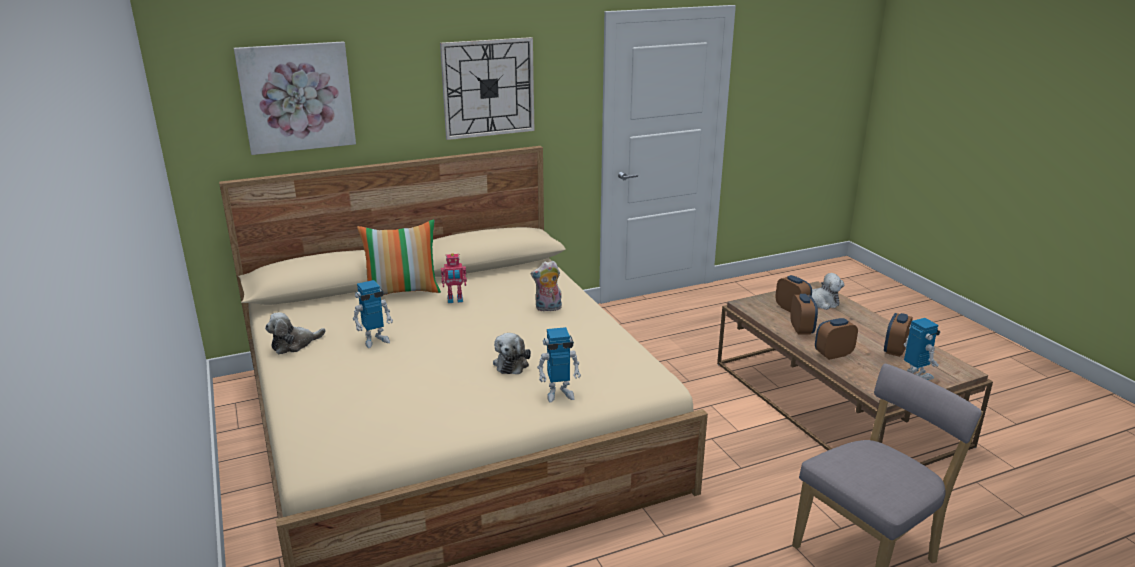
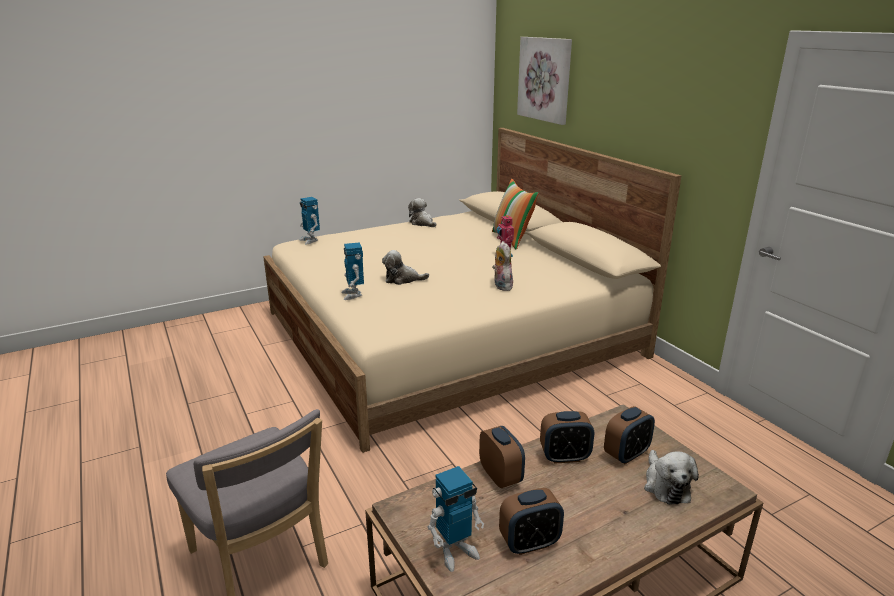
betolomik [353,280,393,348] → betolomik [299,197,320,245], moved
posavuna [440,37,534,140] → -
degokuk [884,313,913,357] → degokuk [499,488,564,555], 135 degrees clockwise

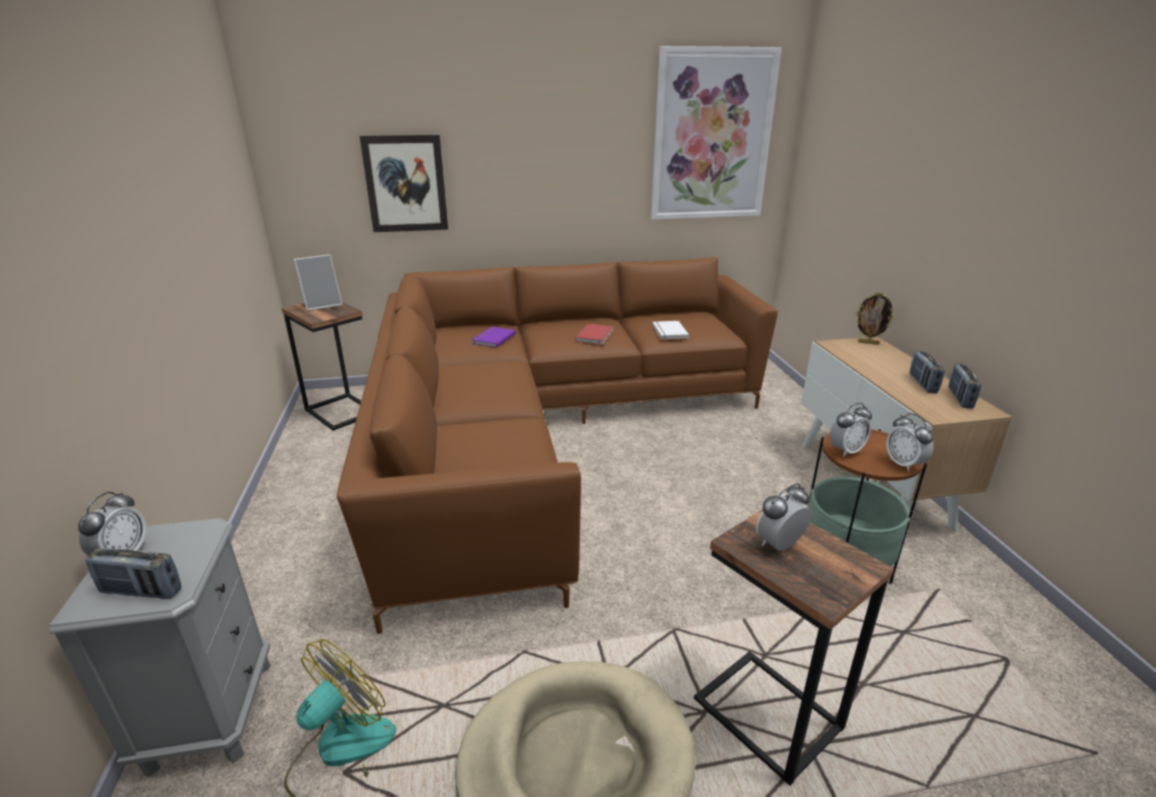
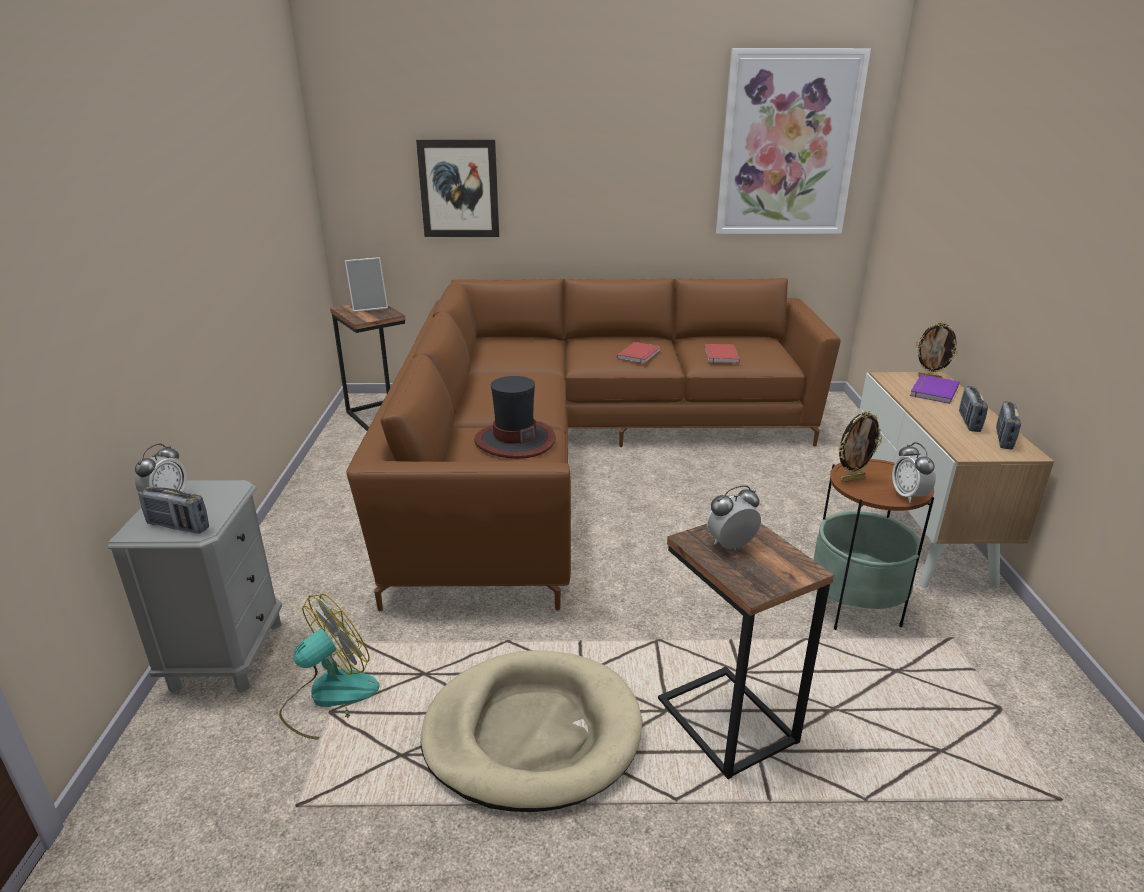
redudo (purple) [471,326,516,348] → redudo (purple) [910,374,959,404], moved
redudo (white) [652,321,689,339] → redudo (red) [705,344,740,363]
degokuk [830,403,872,457] → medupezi [839,411,882,482]
- → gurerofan [474,376,555,459]

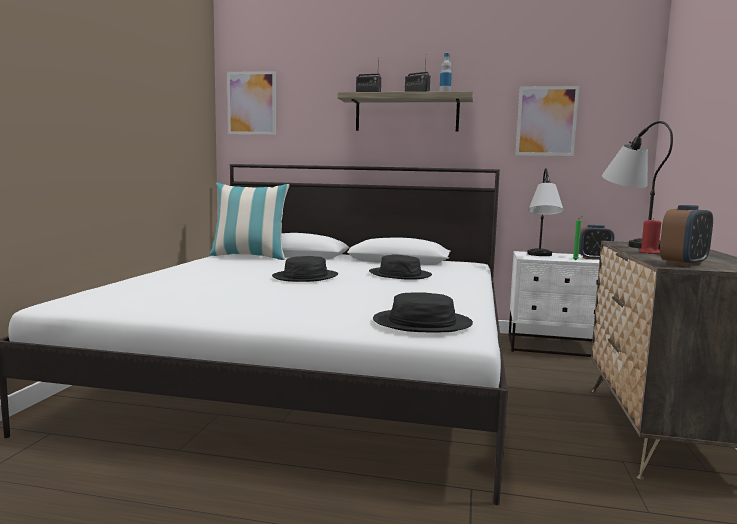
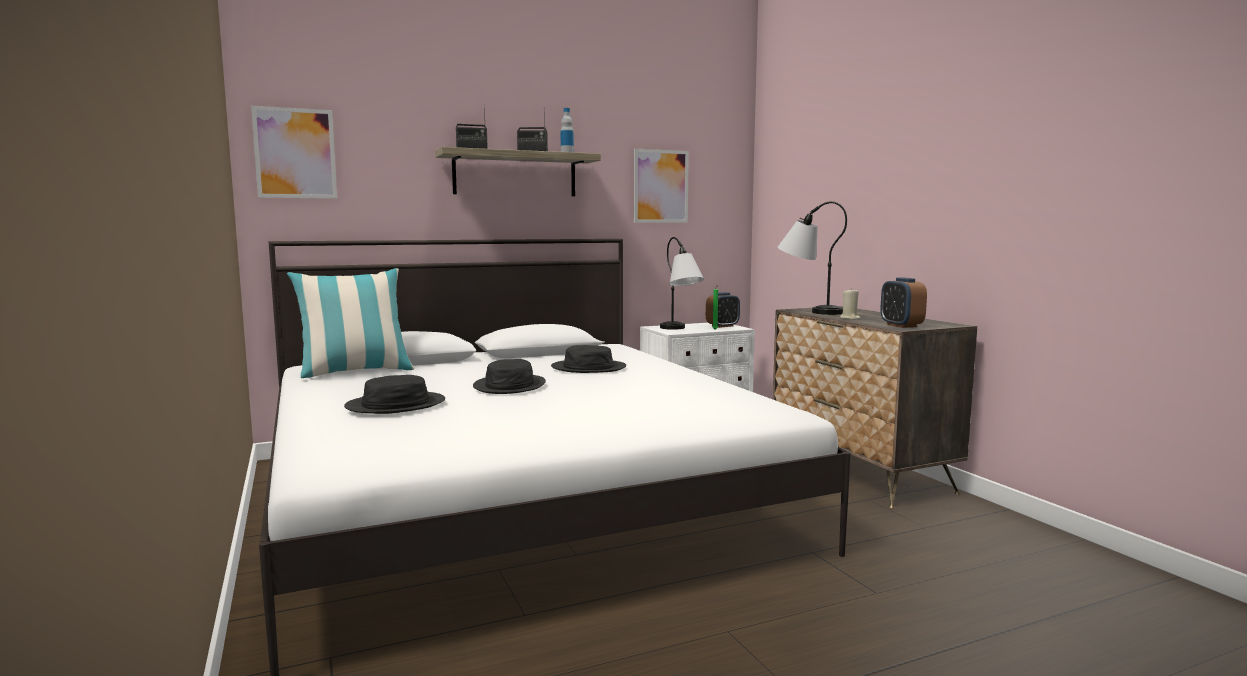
gurerofan (black) [373,292,473,332] → gurerofan (black) [344,375,445,414], moved
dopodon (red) [639,218,661,254] → dopodon (beige) [840,288,860,319]
degokuk [660,205,713,267] → degokuk [881,277,927,328], 150 degrees clockwise

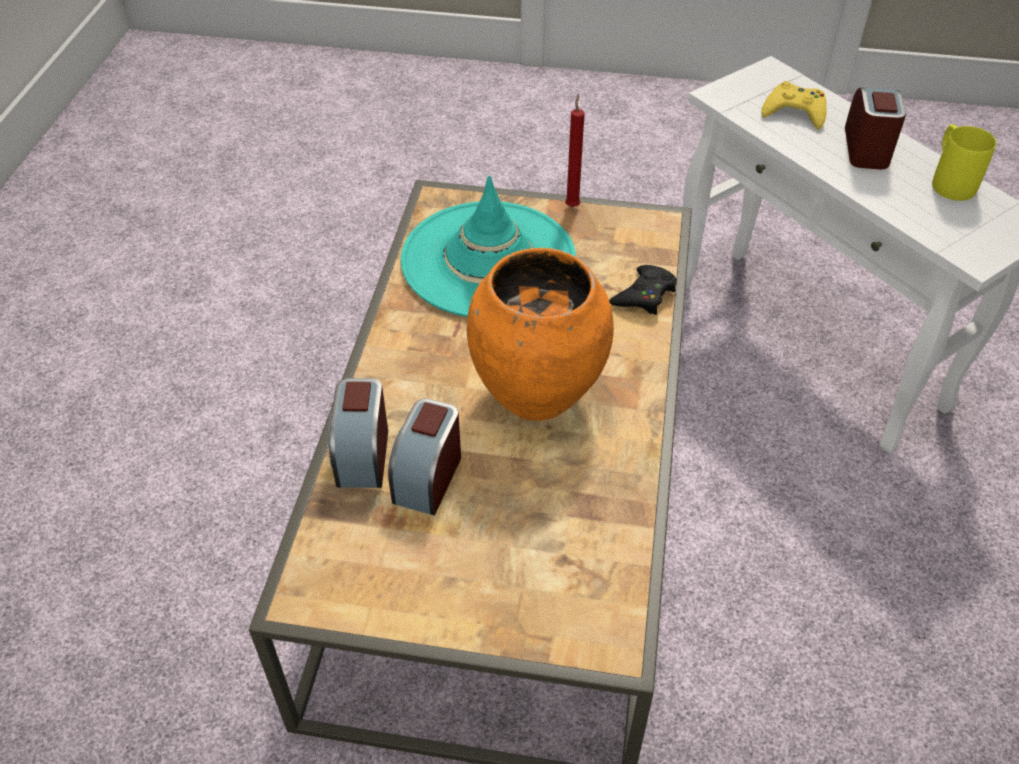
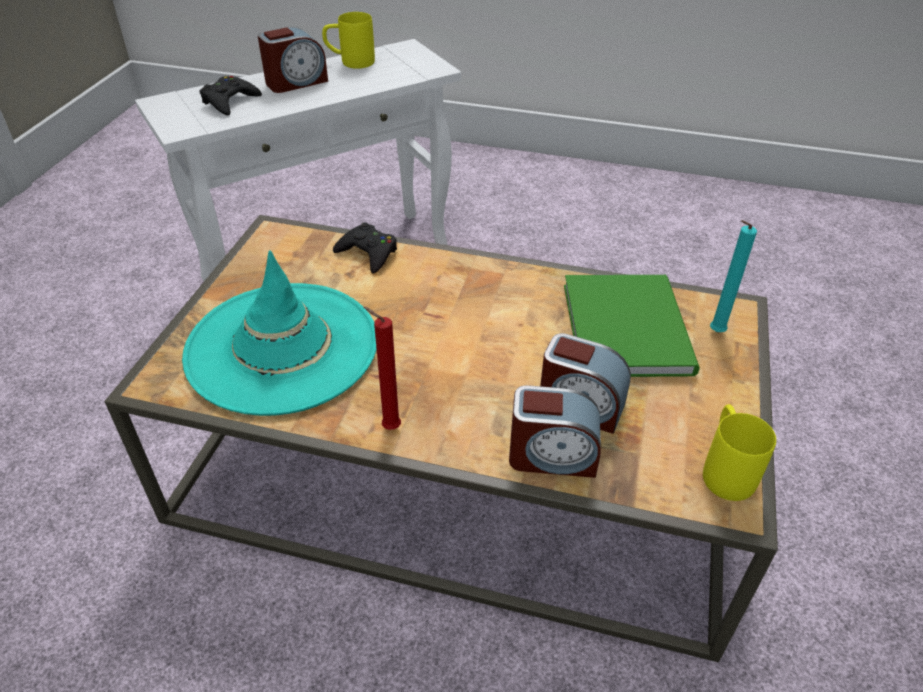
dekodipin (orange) [467,248,614,421] → -
dopodon (red) [565,93,585,207] → dopodon (red) [363,307,401,430], moved
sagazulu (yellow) [761,81,827,130] → sagazulu (black) [199,76,262,115]
degokuk [845,88,906,170] → degokuk [258,27,328,93], 135 degrees clockwise
- → redudo (green) [564,275,700,377]
- → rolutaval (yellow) [703,404,776,501]
- → dopodon (turquoise) [710,220,757,332]

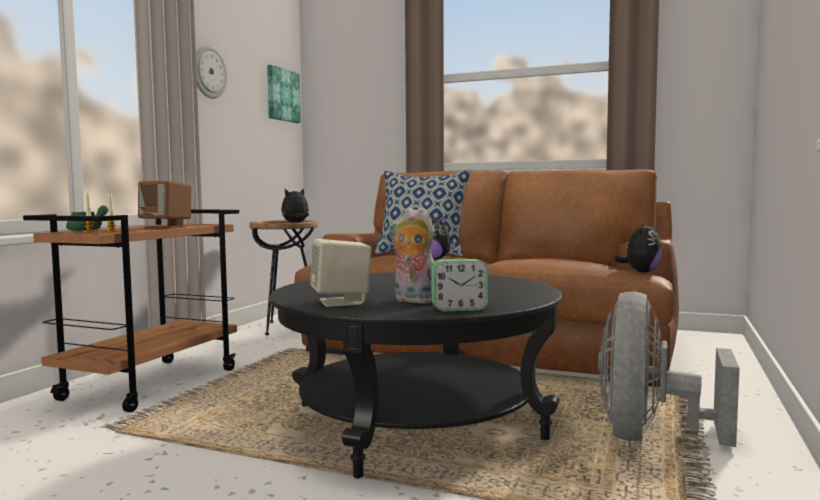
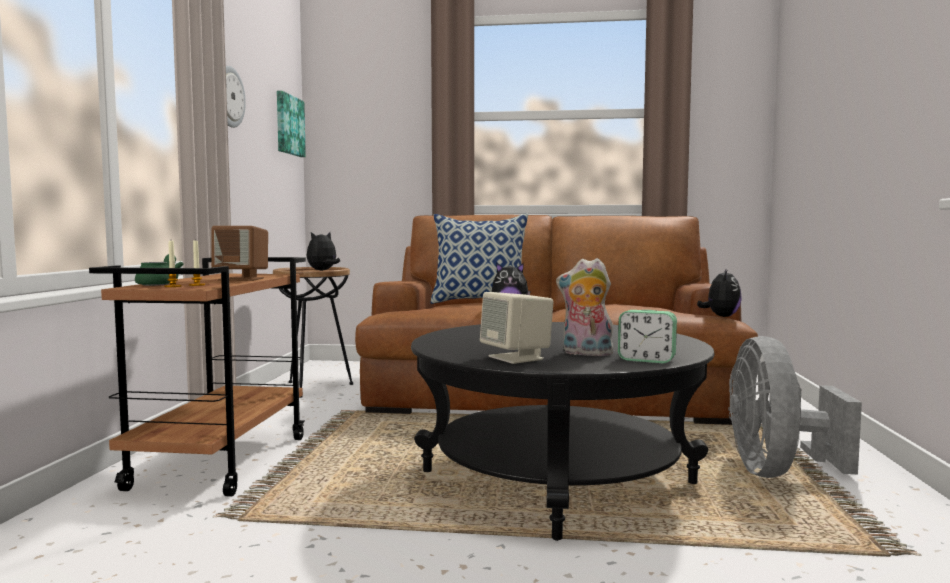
degokuk [431,258,488,311] → degokuk [618,310,677,364], 45 degrees clockwise

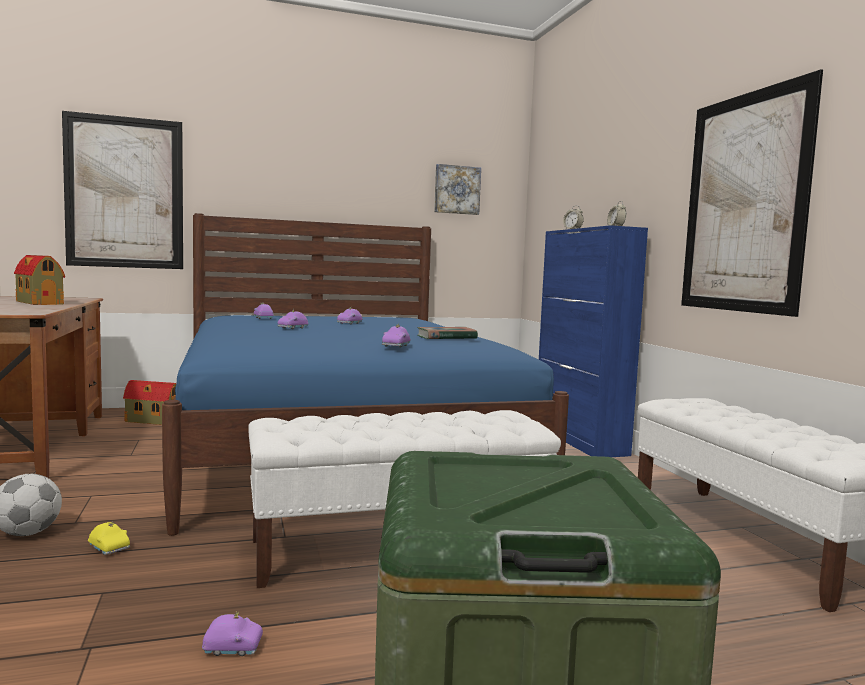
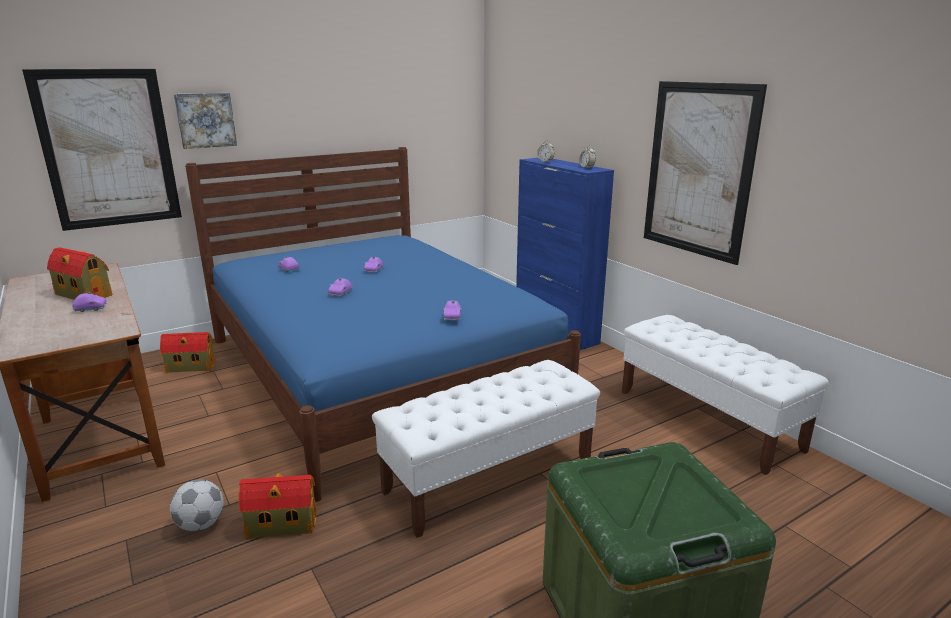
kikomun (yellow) [88,521,130,555] → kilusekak [239,474,316,538]
kikomun (purple) [202,611,263,656] → kikomun (purple) [72,291,107,312], moved
redudo [417,327,478,339] → -
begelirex [434,164,481,215] → begelirex [174,93,237,149], moved

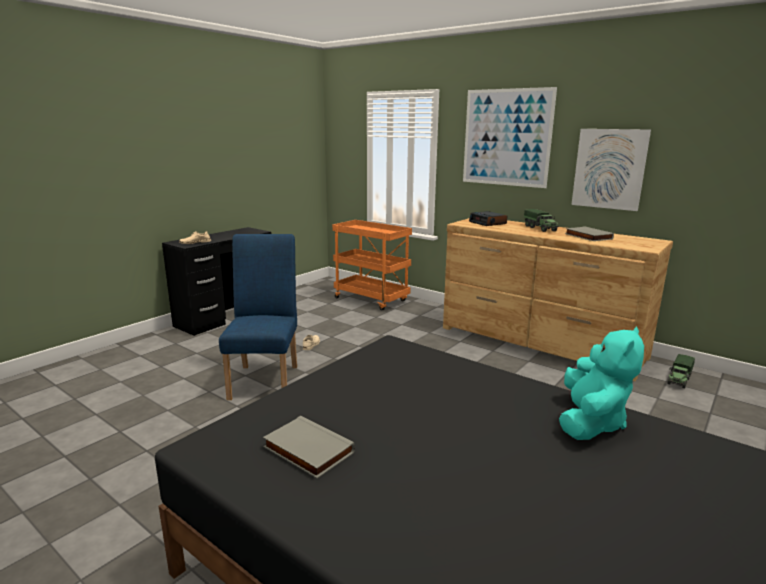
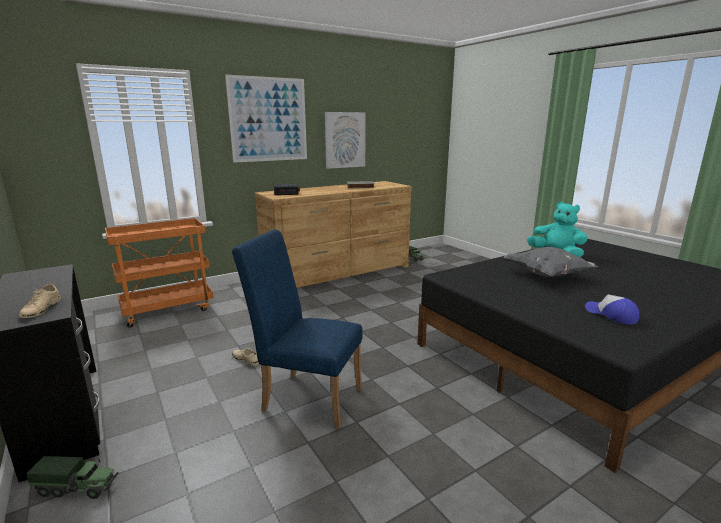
redudo (grey) [263,416,355,478] → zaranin [585,295,639,325]
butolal [524,209,559,232] → butolal [27,456,118,499], moved
- → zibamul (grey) [503,247,598,277]

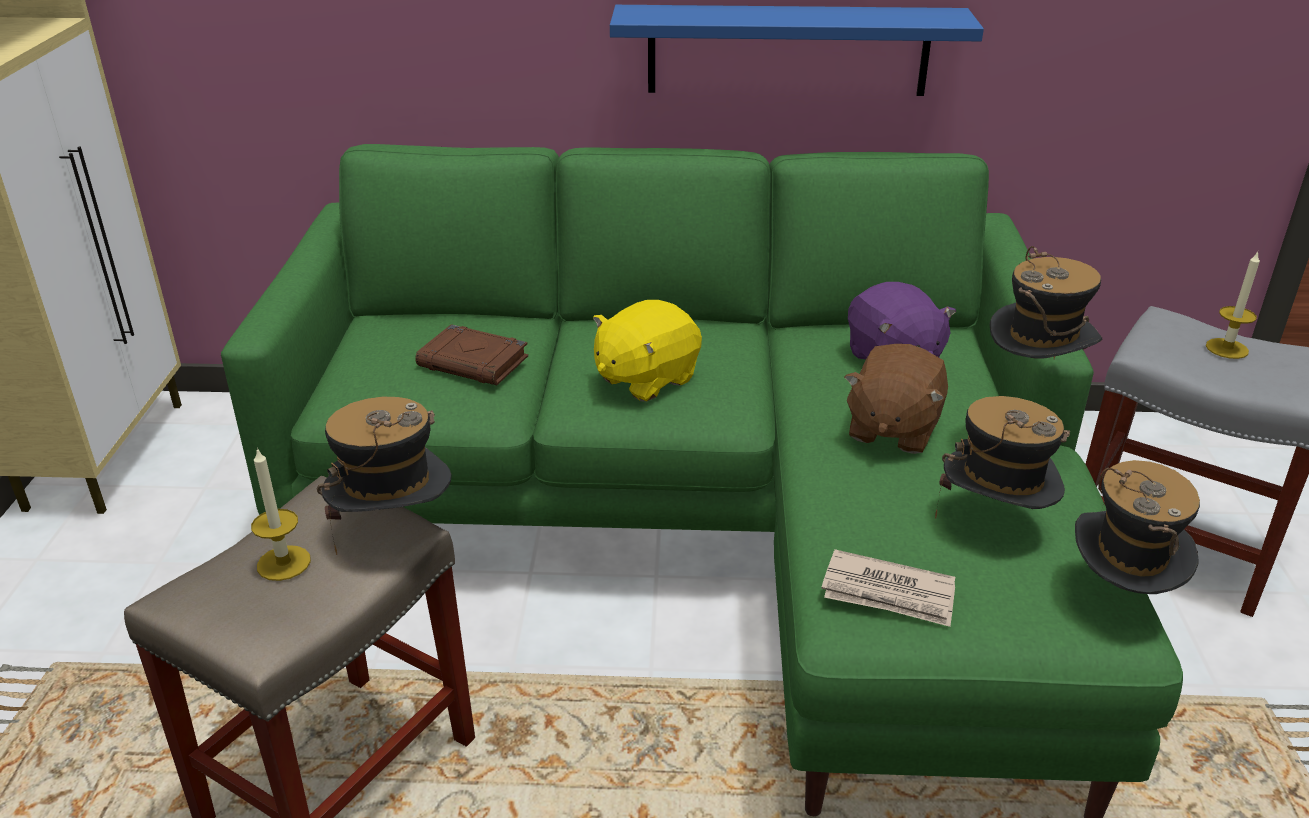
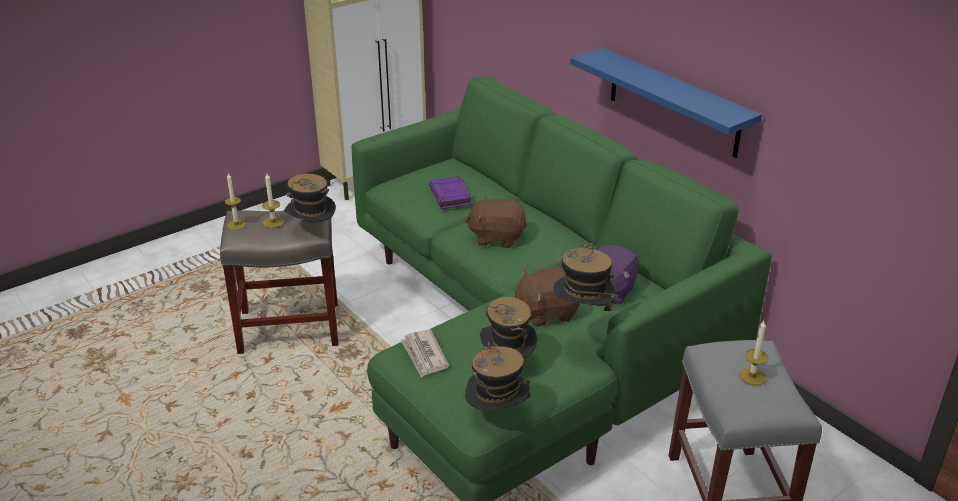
redudo (brown) [415,324,528,385] → redudo (purple) [429,176,472,209]
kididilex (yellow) [593,300,702,402] → kididilex (brown) [465,195,527,248]
- → dopodon [225,173,246,230]

